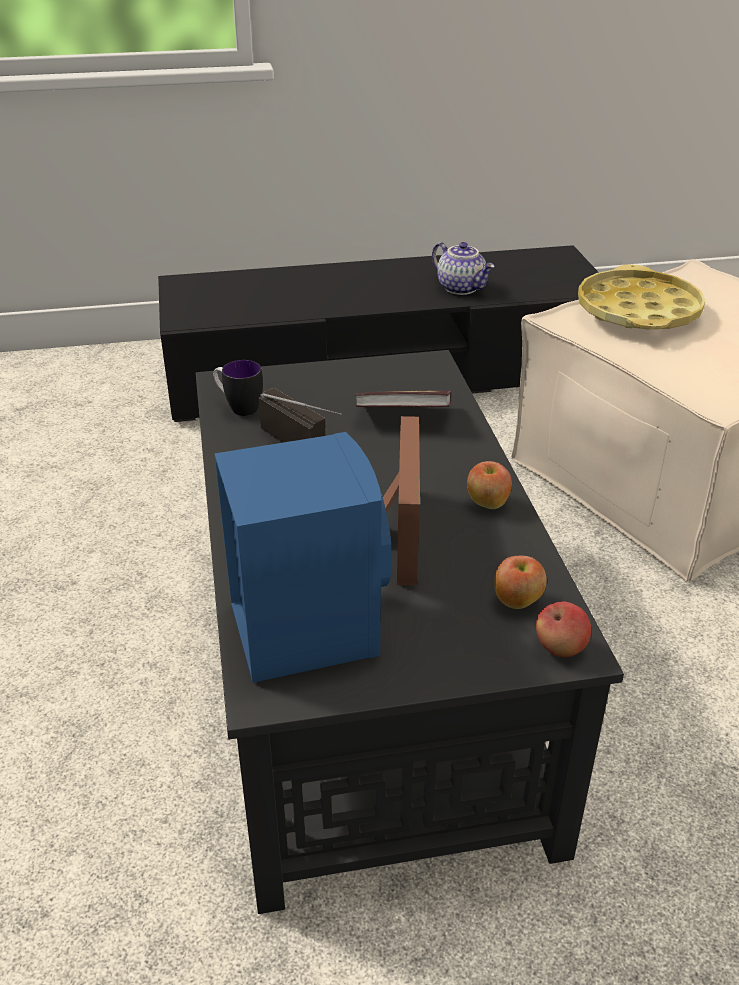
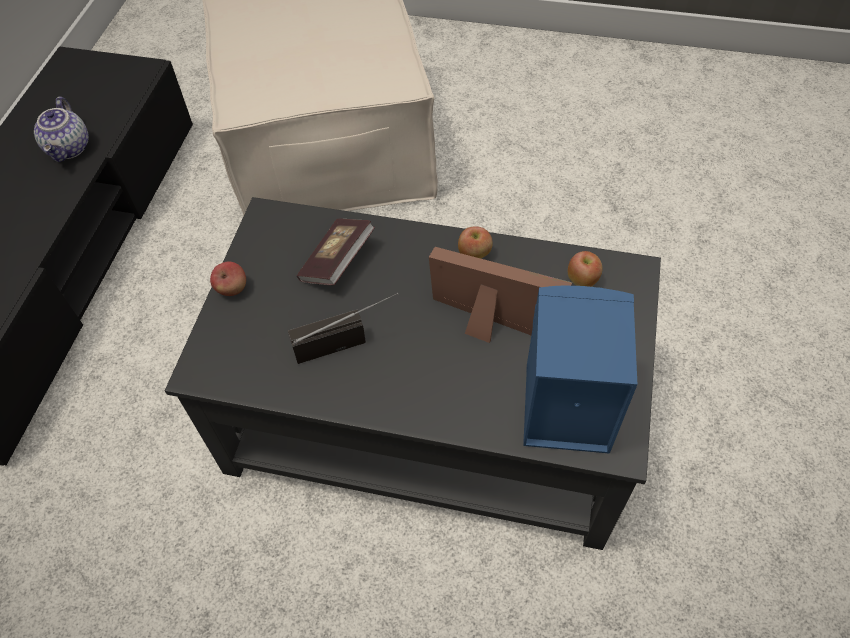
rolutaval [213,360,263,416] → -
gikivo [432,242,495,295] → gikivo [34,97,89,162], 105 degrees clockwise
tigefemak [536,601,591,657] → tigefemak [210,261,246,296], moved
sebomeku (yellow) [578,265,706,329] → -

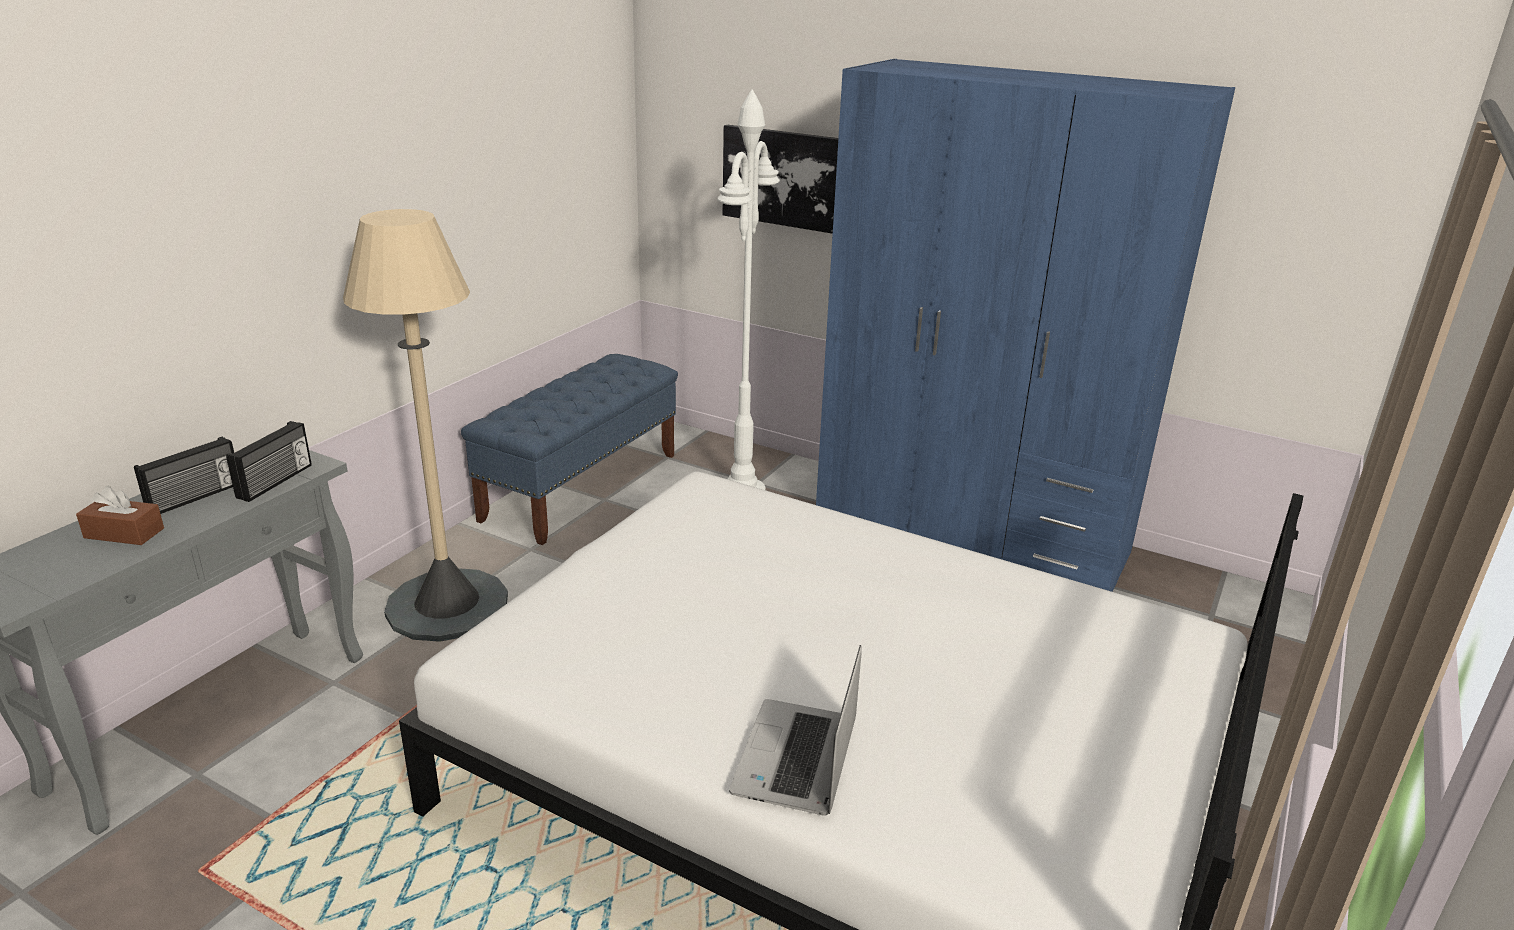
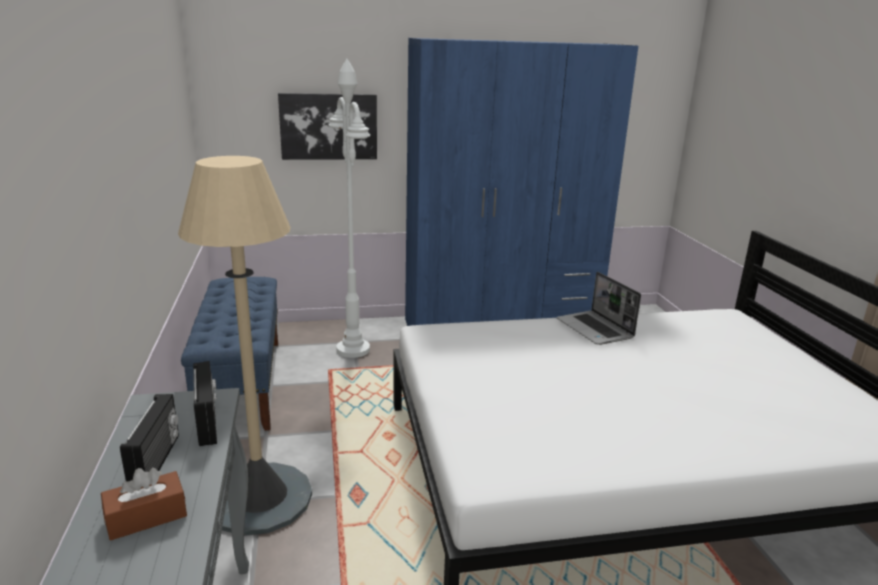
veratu [729,645,862,816] → veratu [557,272,641,345], moved

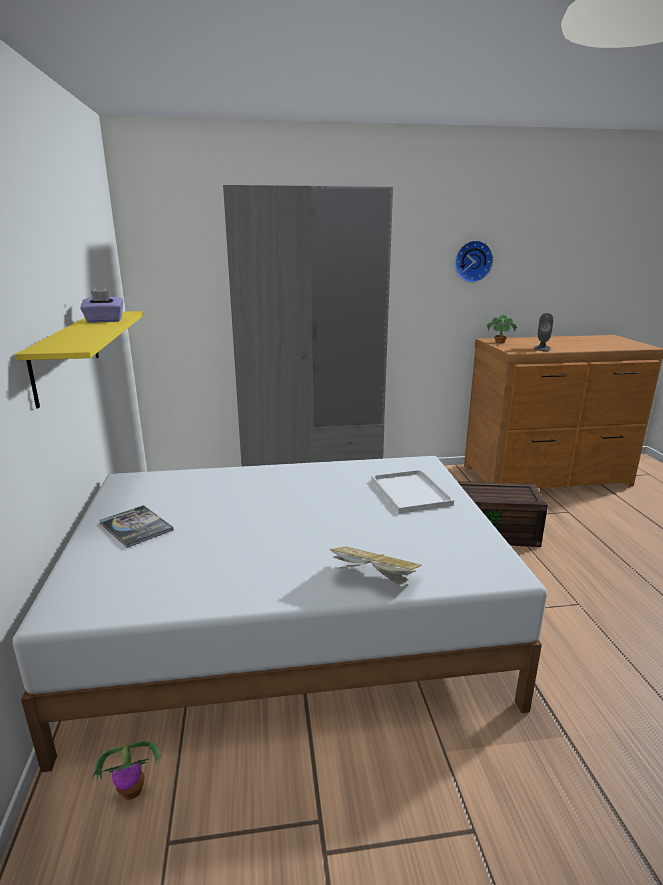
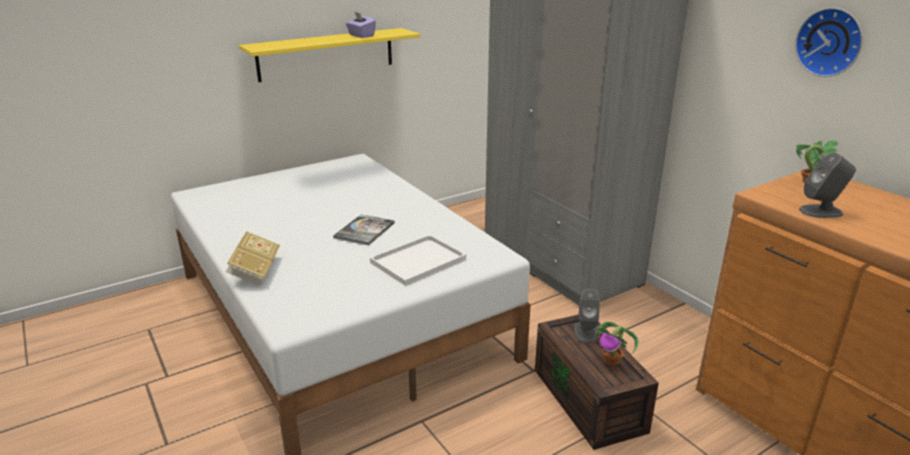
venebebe [92,740,162,800] → venebebe [593,322,639,365], moved
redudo [99,505,174,548] → redudo [333,215,395,245], moved
- → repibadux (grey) [574,289,600,343]

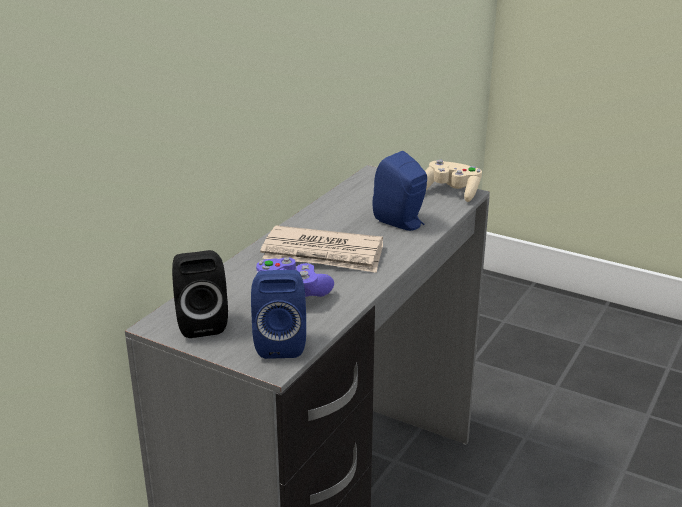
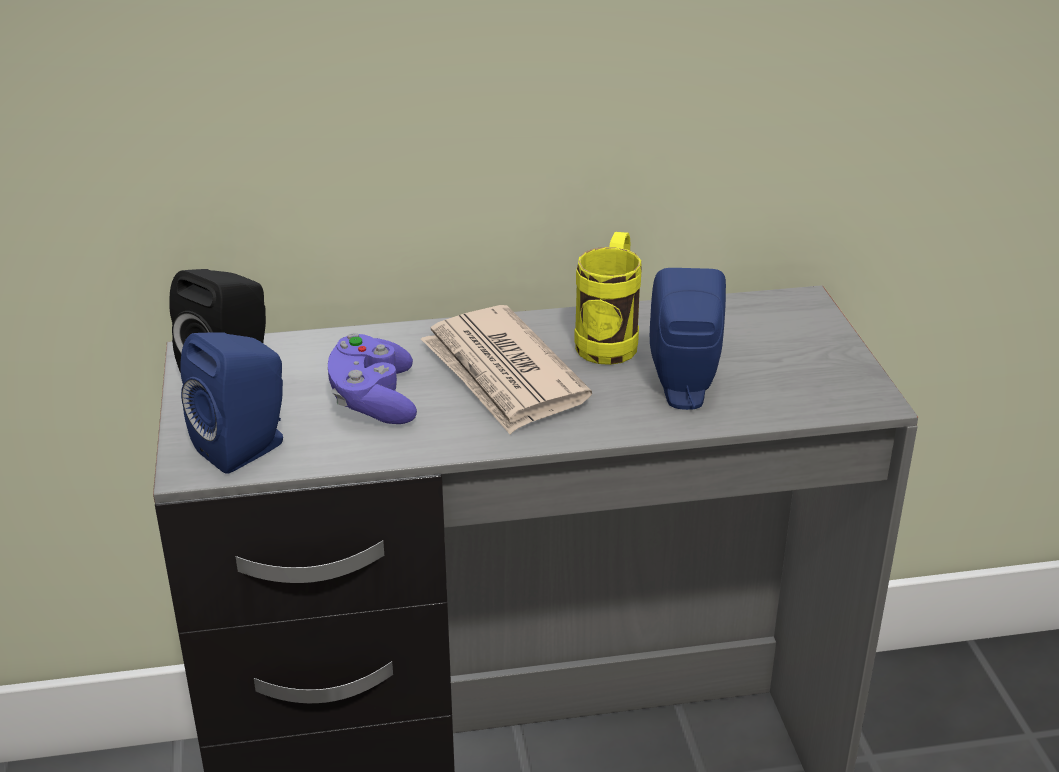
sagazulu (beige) [425,159,482,202] → -
- → rolutaval (yellow) [574,232,642,365]

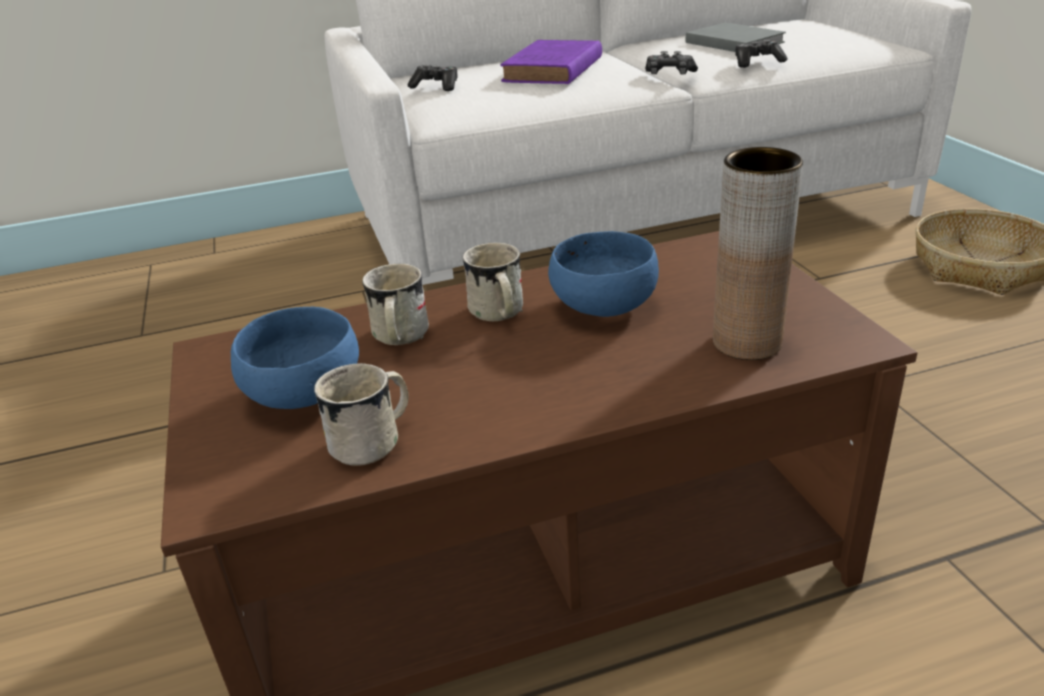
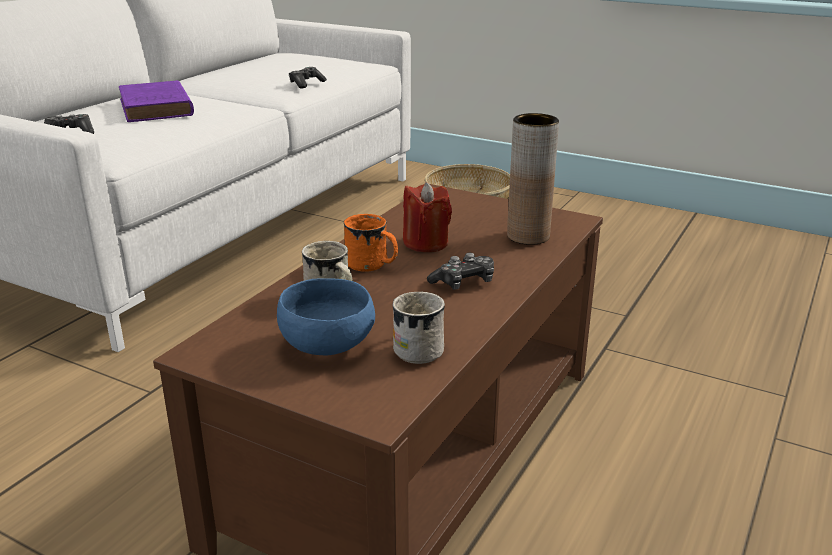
rolutaval (white) [463,242,523,321] → rolutaval (orange) [344,214,398,272]
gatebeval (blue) [548,231,659,317] → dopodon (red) [403,182,452,252]
sagazulu [645,51,698,74] → sagazulu [427,253,494,290], moved
redudo (grey) [686,23,786,52] → -

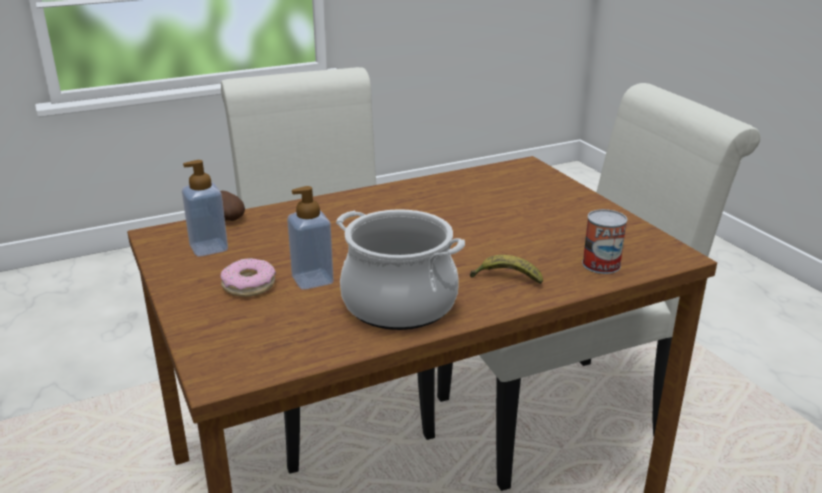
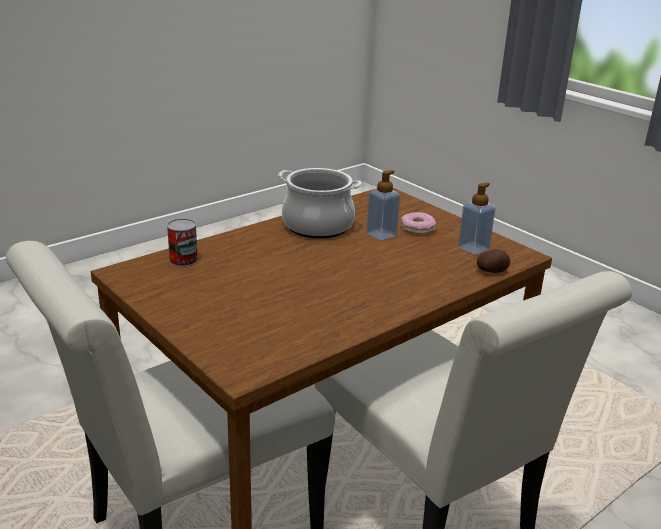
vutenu [470,255,543,284] → -

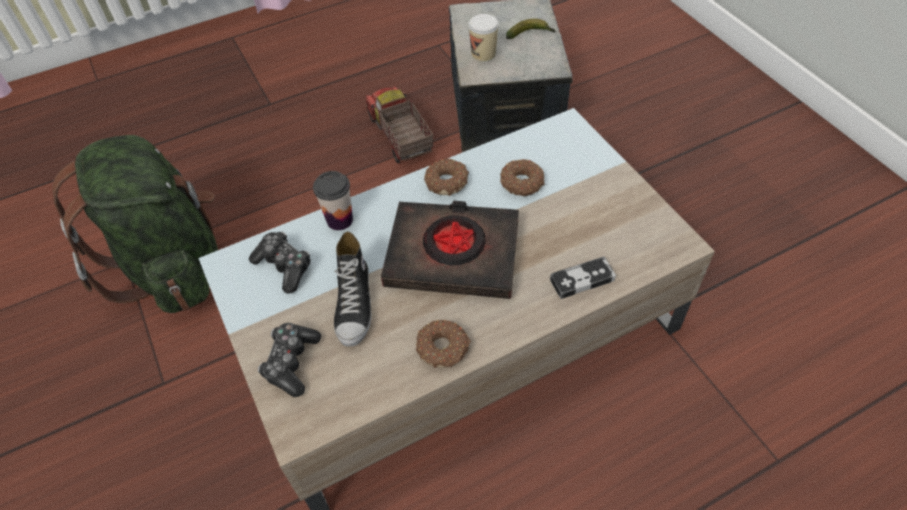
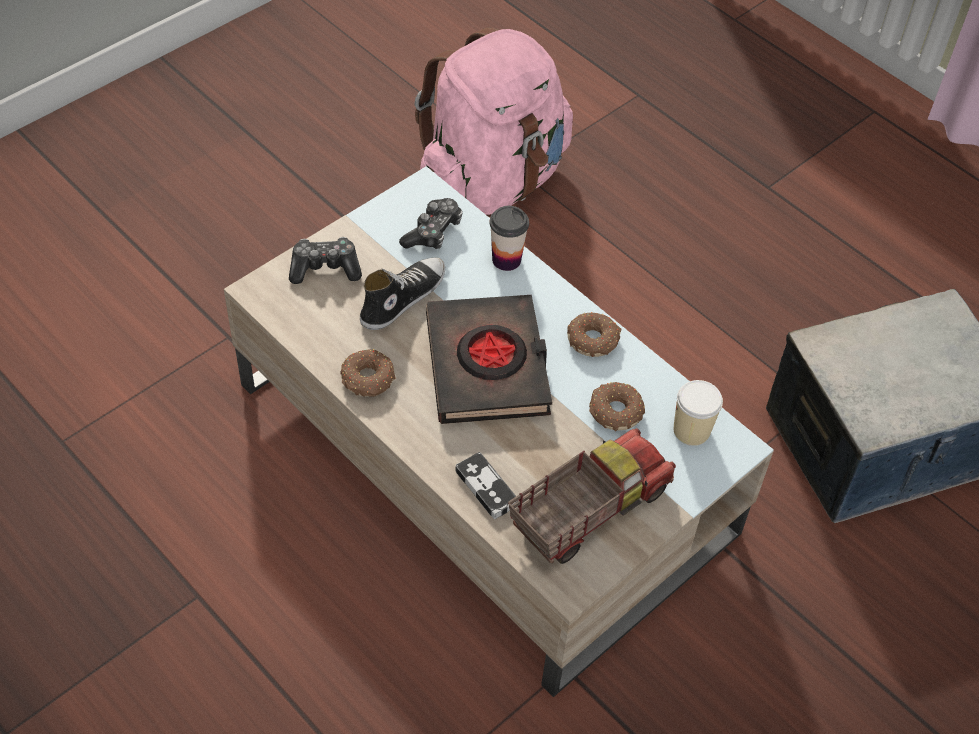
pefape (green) [53,135,218,313] → pefape (pink) [414,28,573,215]
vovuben [334,232,371,346] → vovuben [360,257,445,330], 150 degrees clockwise
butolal [365,86,433,163] → butolal [508,428,676,564], moved
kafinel [468,14,499,62] → kafinel [674,380,723,446], moved
vutenu [506,19,556,39] → -

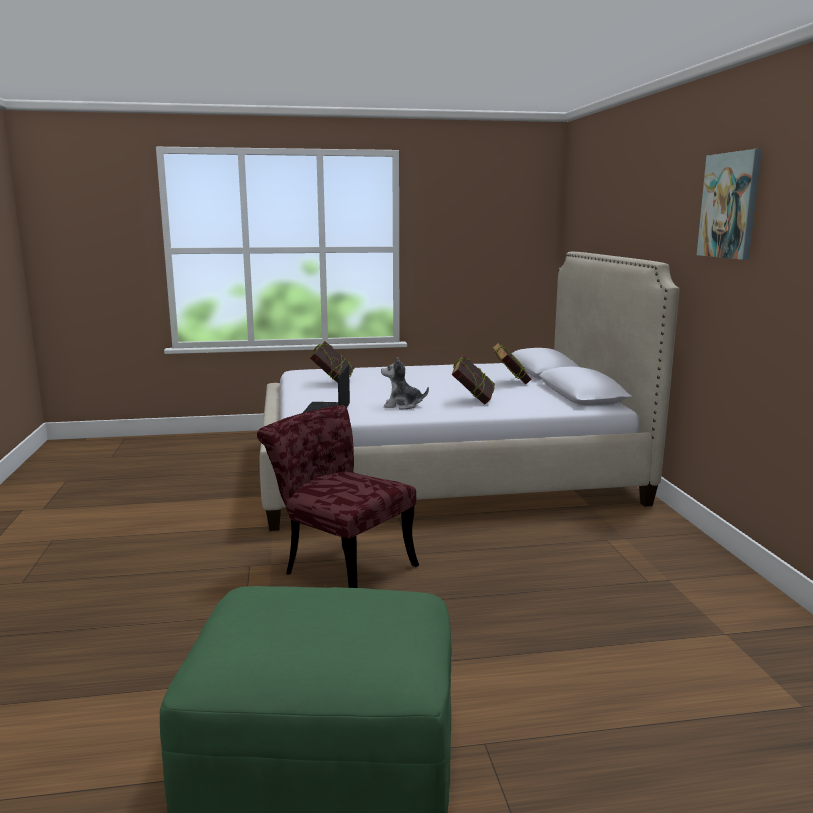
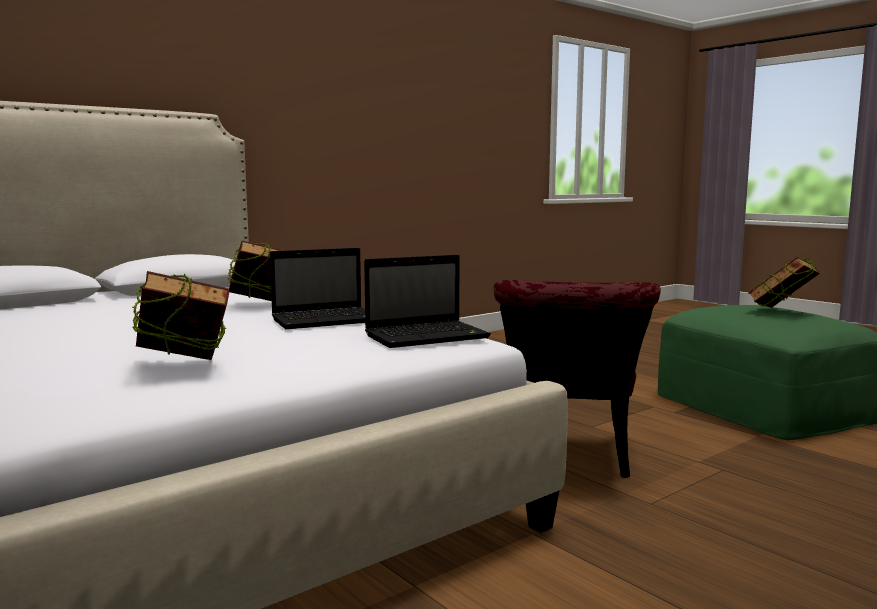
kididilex [381,357,429,410] → veratu [270,248,365,329]
redudo [492,342,531,384] → redudo [748,257,820,308], moved
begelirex [697,149,762,260] → -

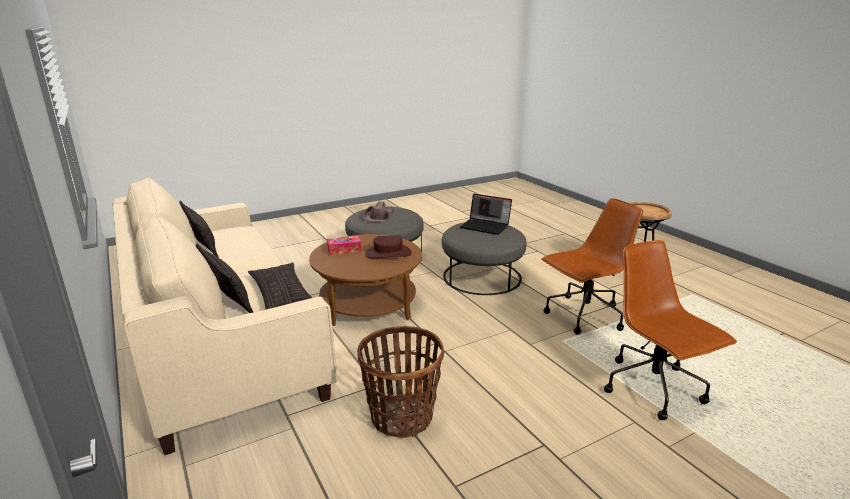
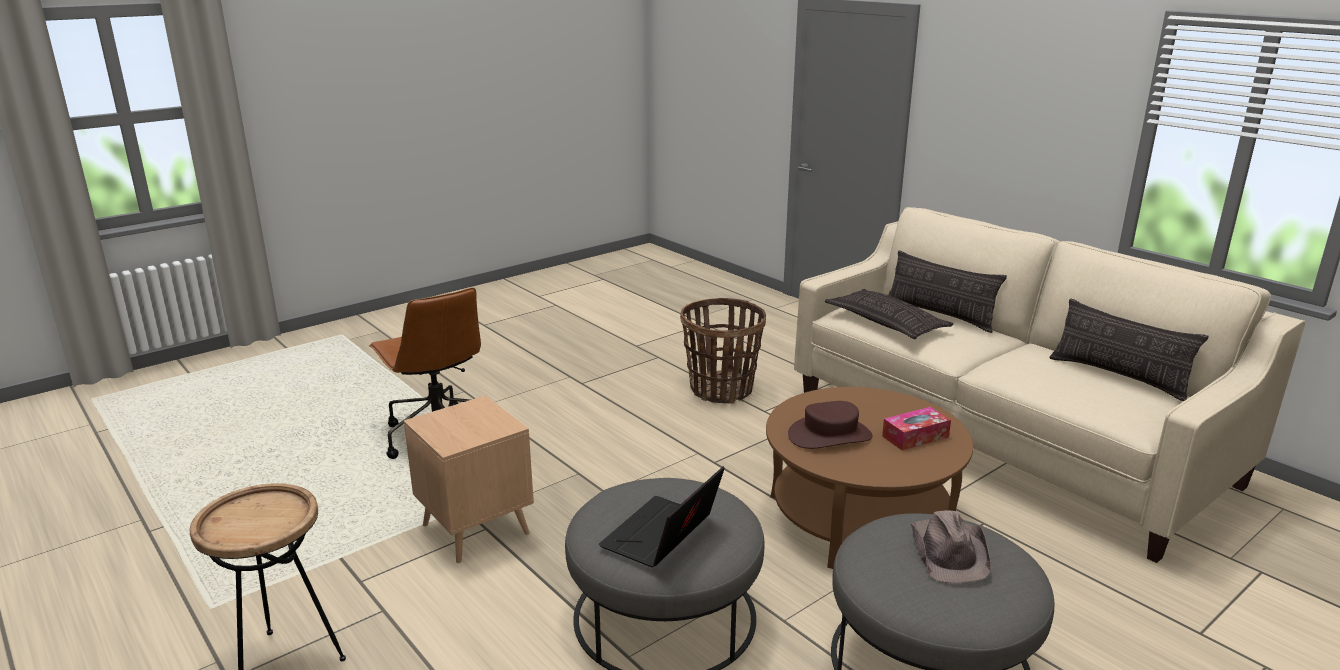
veratu [460,194,512,235] → veratu [599,466,725,568], 75 degrees counterclockwise
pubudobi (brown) [541,198,643,335] → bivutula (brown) [404,395,534,564]

